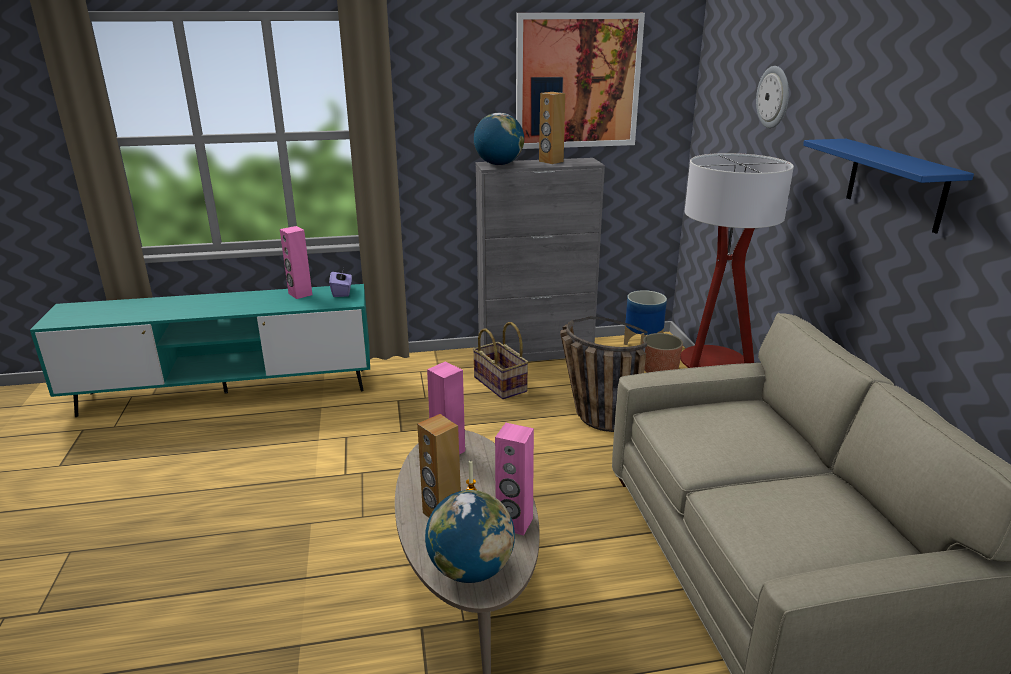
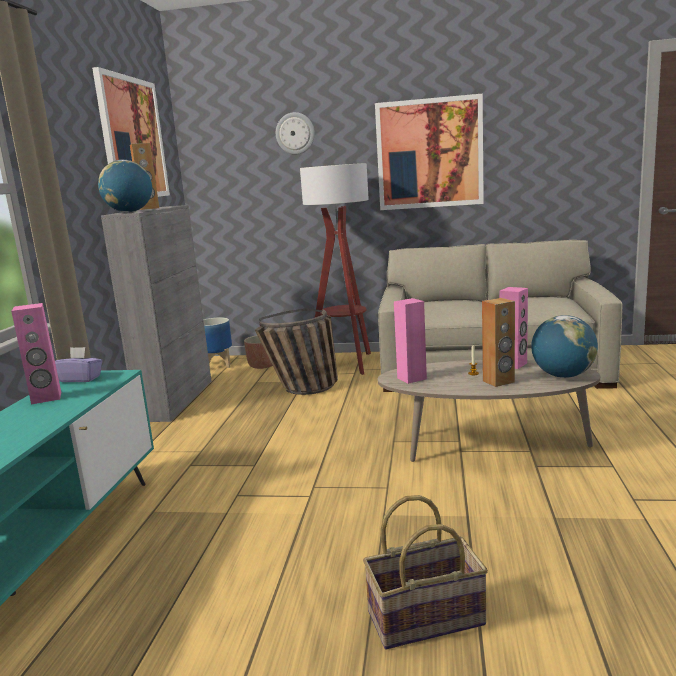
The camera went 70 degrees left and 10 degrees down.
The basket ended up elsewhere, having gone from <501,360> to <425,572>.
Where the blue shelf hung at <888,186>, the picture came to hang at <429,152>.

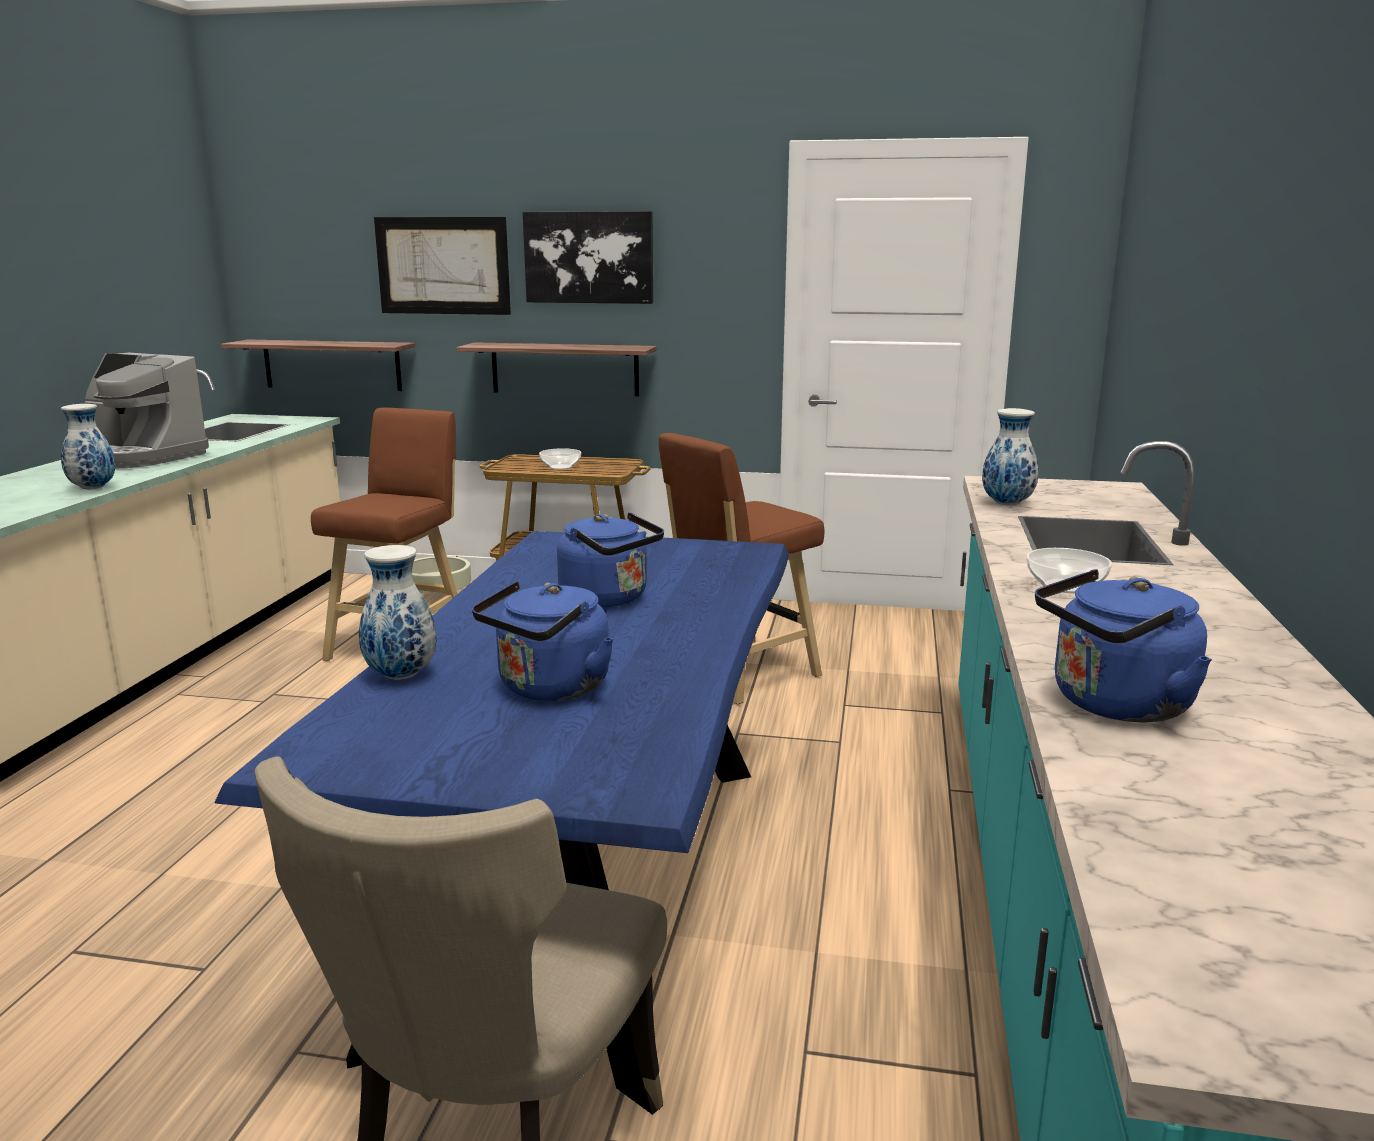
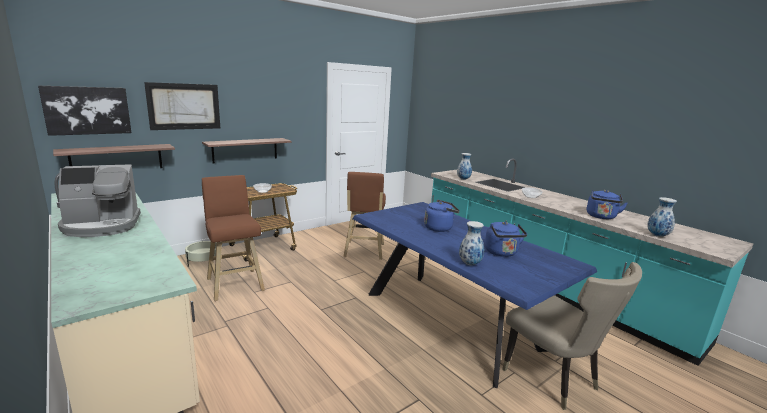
The camera went 50 degrees left and 0 degrees up.
The picture ended up elsewhere, having gone from <588,257> to <85,111>.
The vase ended up elsewhere, having gone from <88,446> to <662,217>.

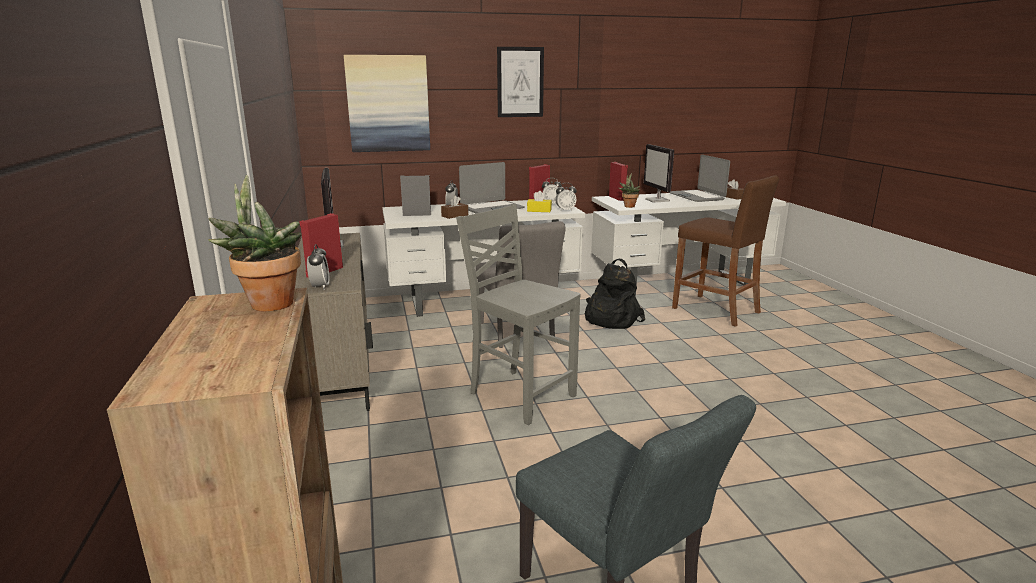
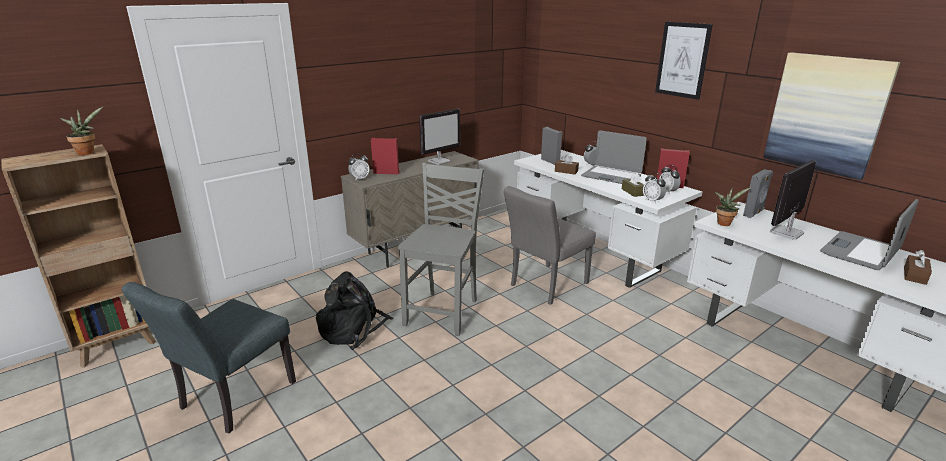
The camera went 65 degrees right and 5 degrees up.
The black backpack ended up elsewhere, having gone from <615,294> to <354,310>.
What was the yellow tissue box at <539,201> turned into the brown tissue box at <633,185>.
What was the red speaker at <618,181> turned into the grey speaker at <758,193>.
The picture ended up elsewhere, having gone from <387,103> to <831,116>.
The second view lost the brown stool at <725,251>.

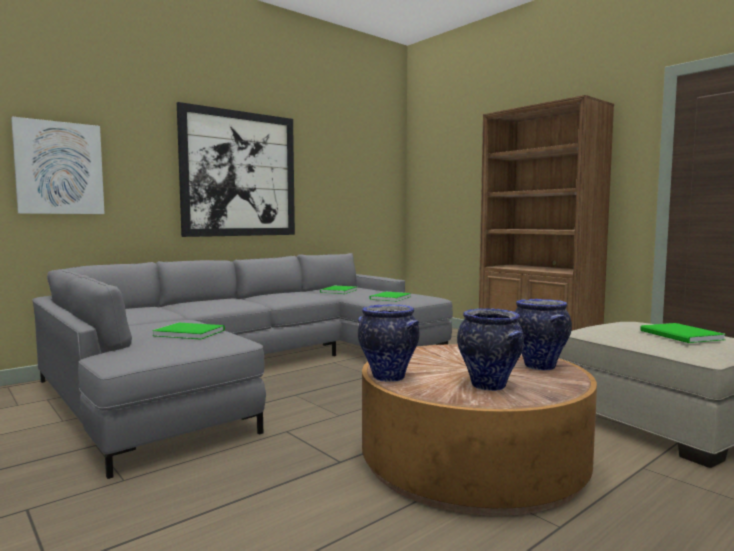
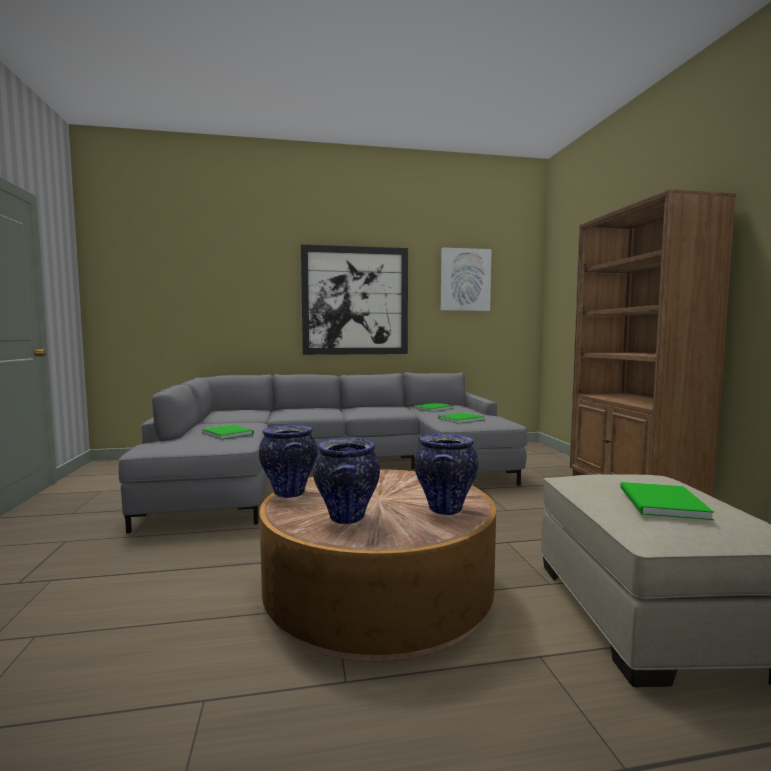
The camera went 30 degrees right and 0 degrees up.
The picture ended up elsewhere, having gone from <58,165> to <466,279>.

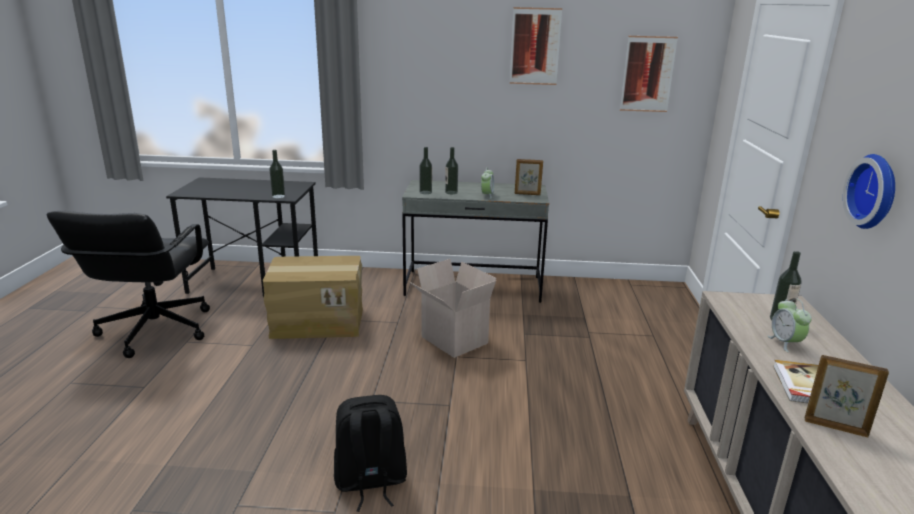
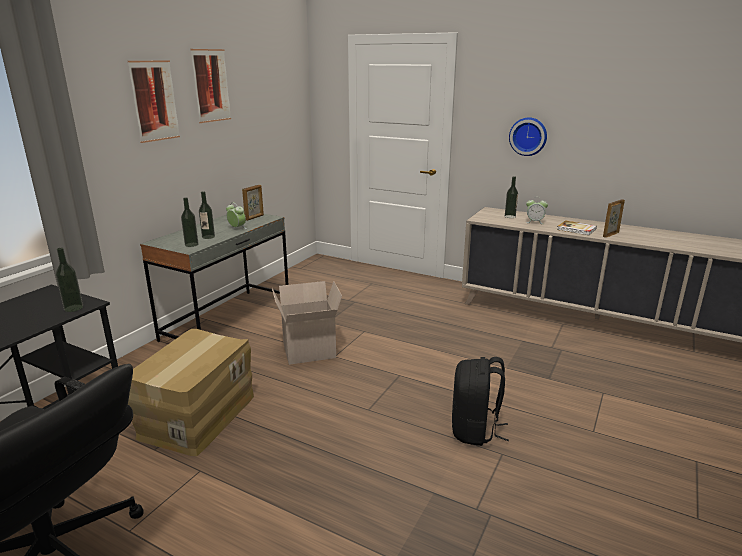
The camera went 65 degrees left and 0 degrees up.
The picture ended up elsewhere, having gone from <649,74> to <154,102>.

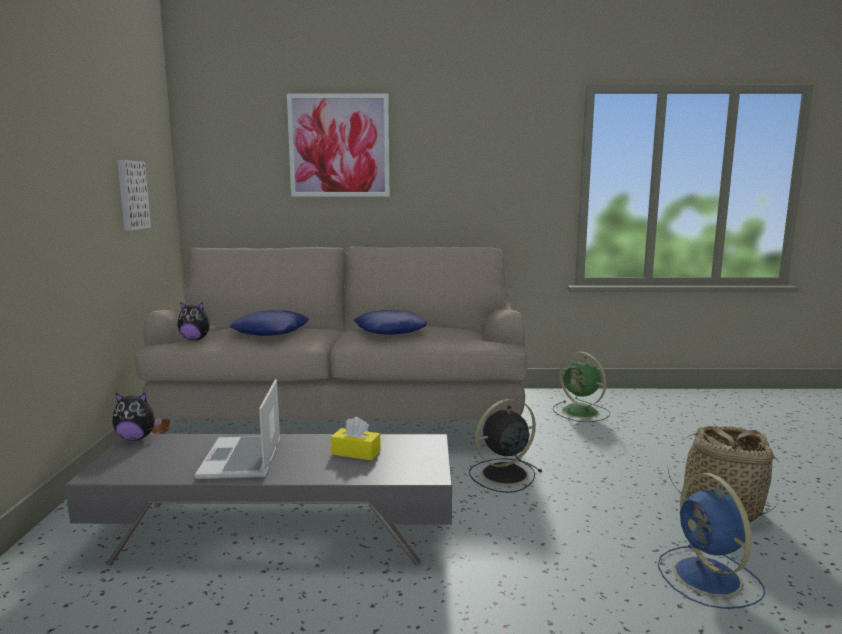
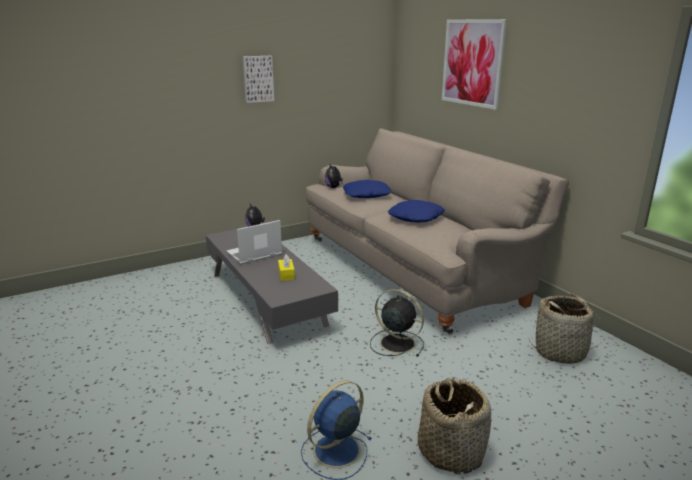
The camera went 60 degrees right and 10 degrees up.
The picture ended up elsewhere, having gone from <134,195> to <258,79>.
Where the green fan stood at <581,387>, the basket came to stand at <566,328>.

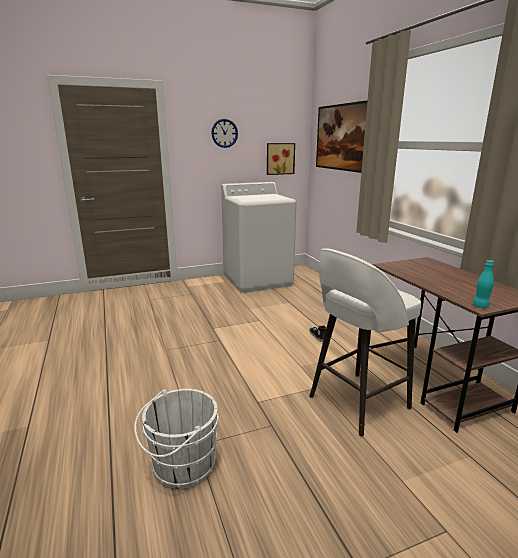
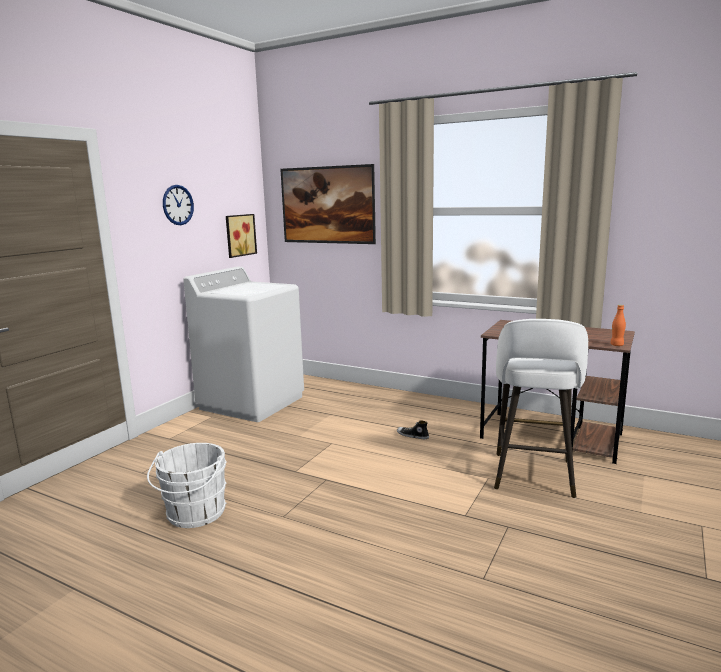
The camera went 40 degrees left and 5 degrees down.
The white bucket ended up elsewhere, having gone from <176,439> to <187,485>.
What was the turquoise bottle at <483,284> turned into the orange bottle at <618,325>.

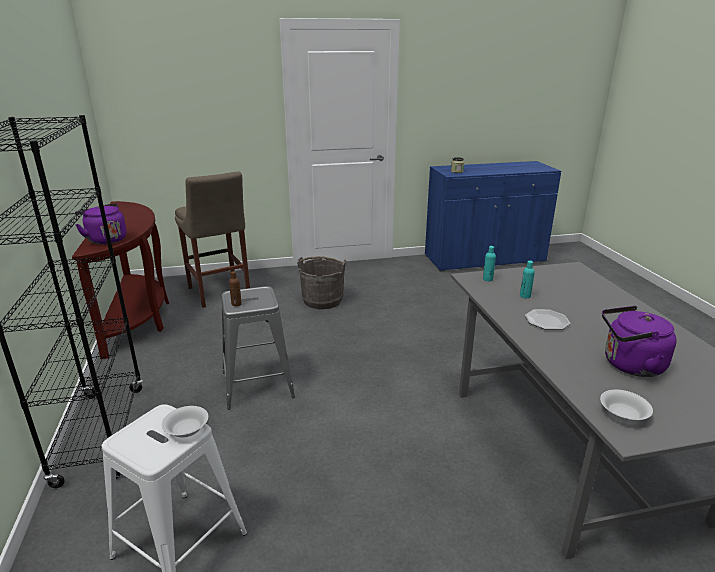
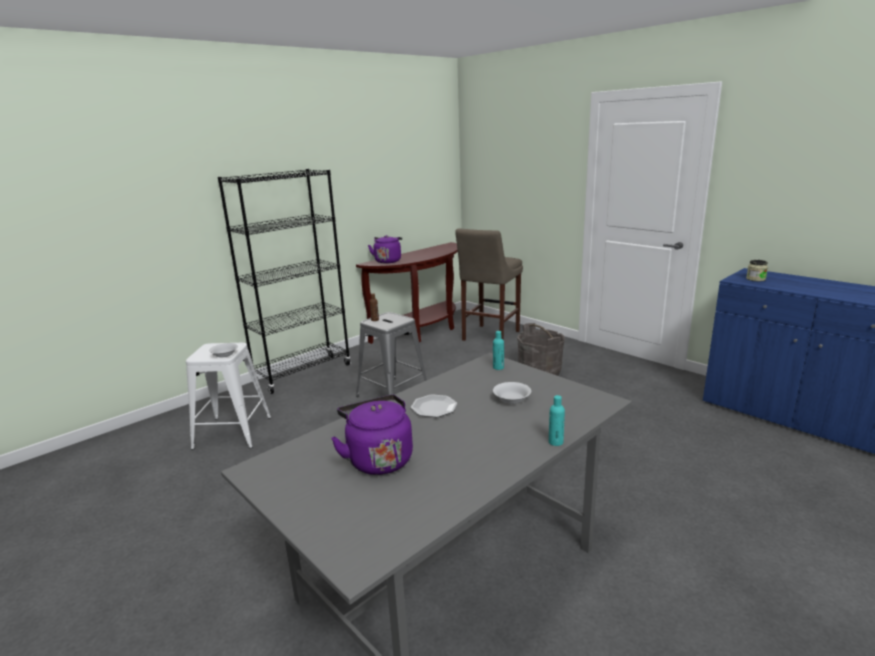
The camera went 60 degrees right and 5 degrees down.
The white bowl ended up elsewhere, having gone from <626,406> to <512,393>.
The turquoise bottle ended up elsewhere, having gone from <527,279> to <557,420>.

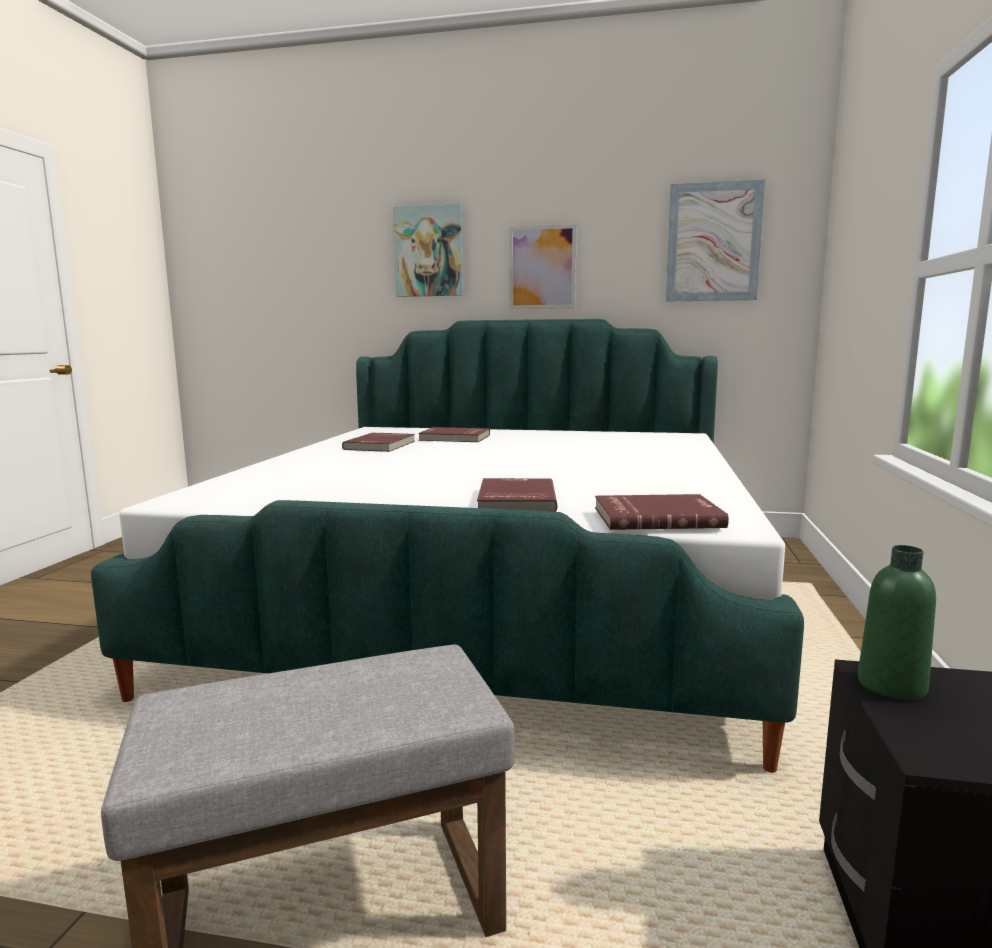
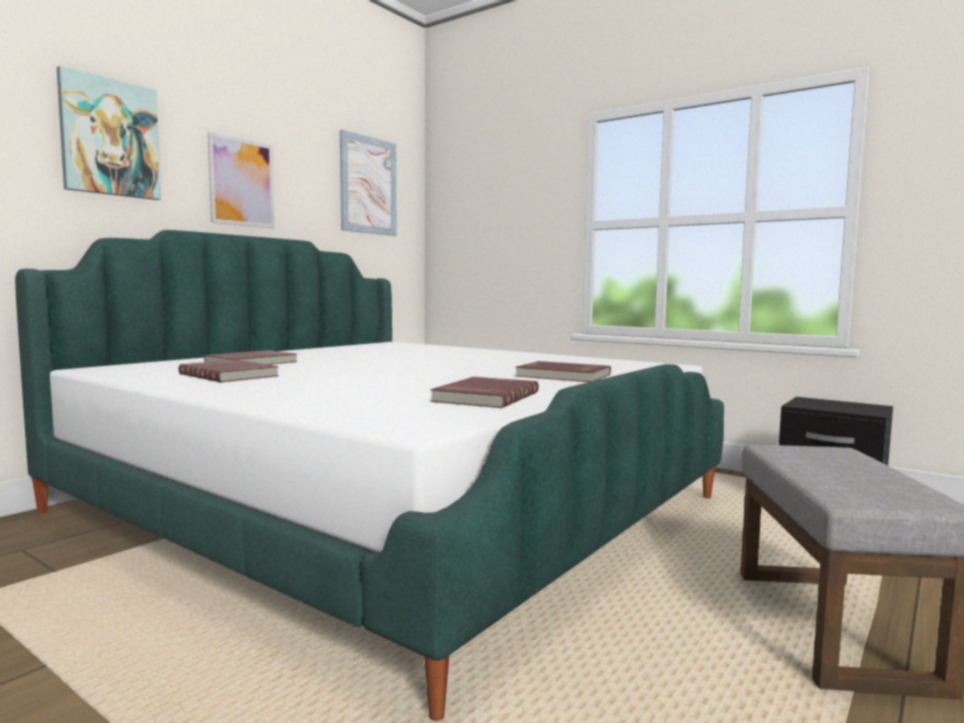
The camera went 65 degrees left and 5 degrees down.
The red book ended up elsewhere, having gone from <662,512> to <484,392>.
The second view lost the green bottle at <897,622>.

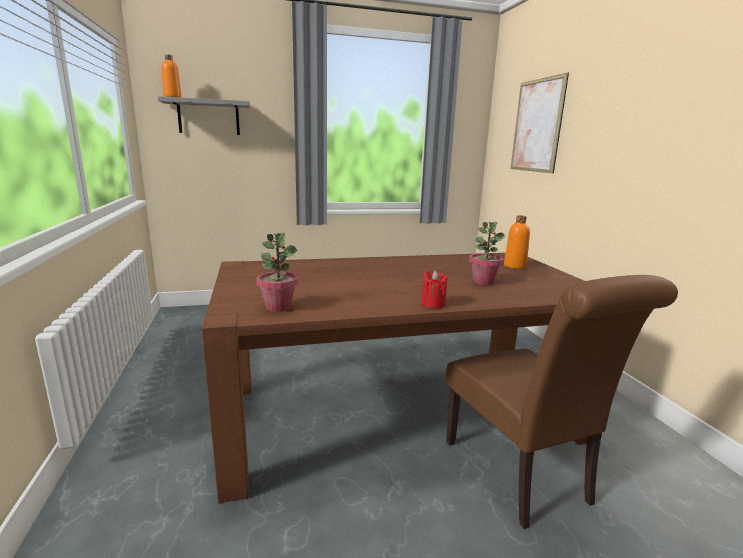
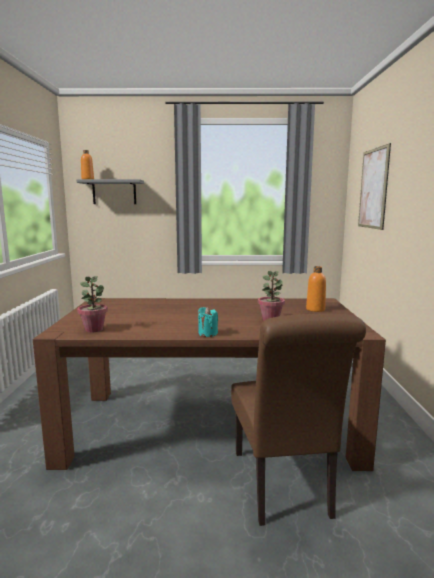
The camera went 15 degrees right and 5 degrees down.
What was the red candle at <434,289> turned into the turquoise candle at <208,322>.

